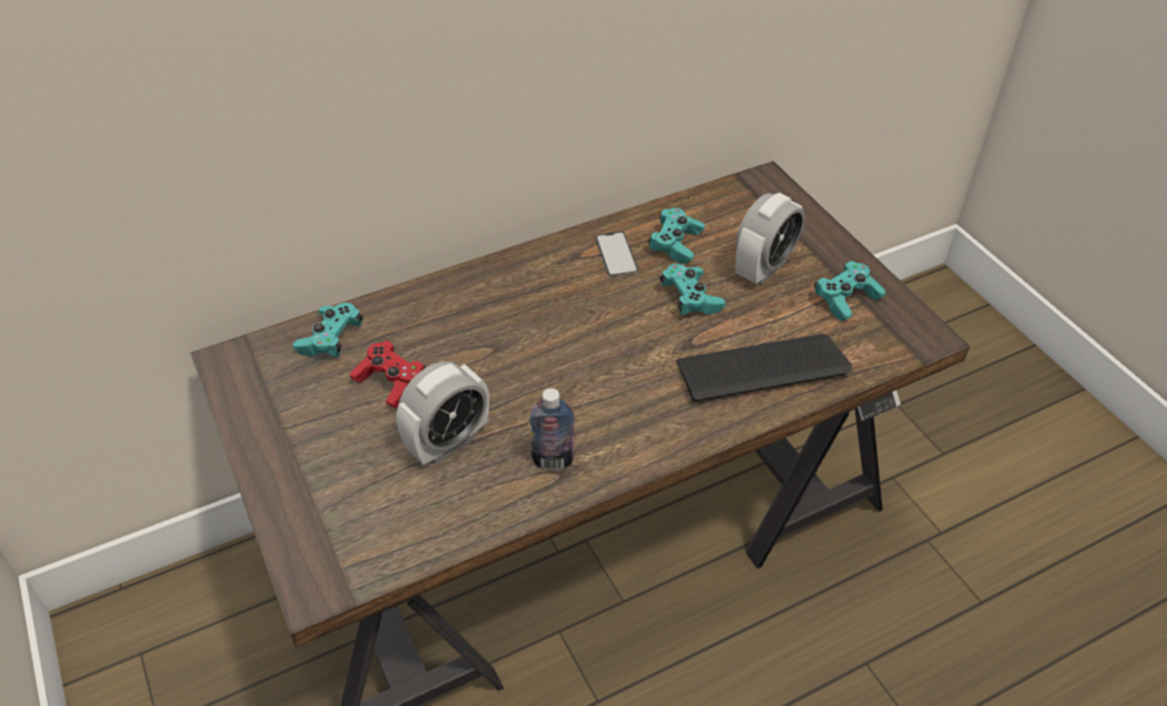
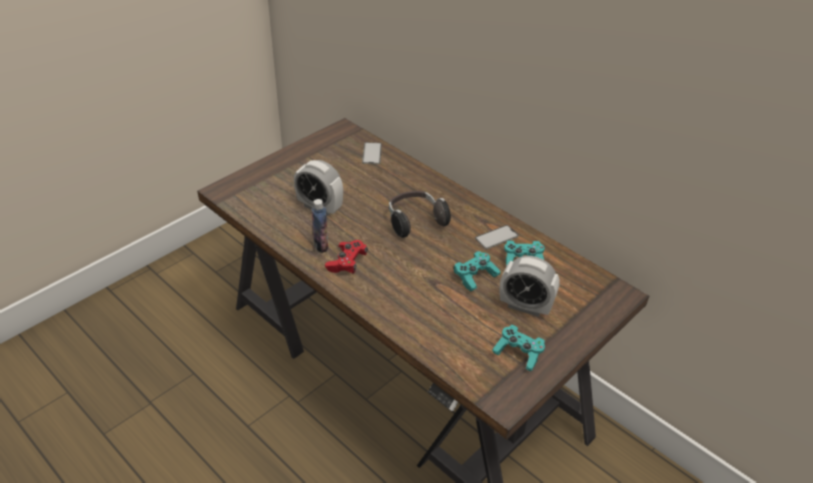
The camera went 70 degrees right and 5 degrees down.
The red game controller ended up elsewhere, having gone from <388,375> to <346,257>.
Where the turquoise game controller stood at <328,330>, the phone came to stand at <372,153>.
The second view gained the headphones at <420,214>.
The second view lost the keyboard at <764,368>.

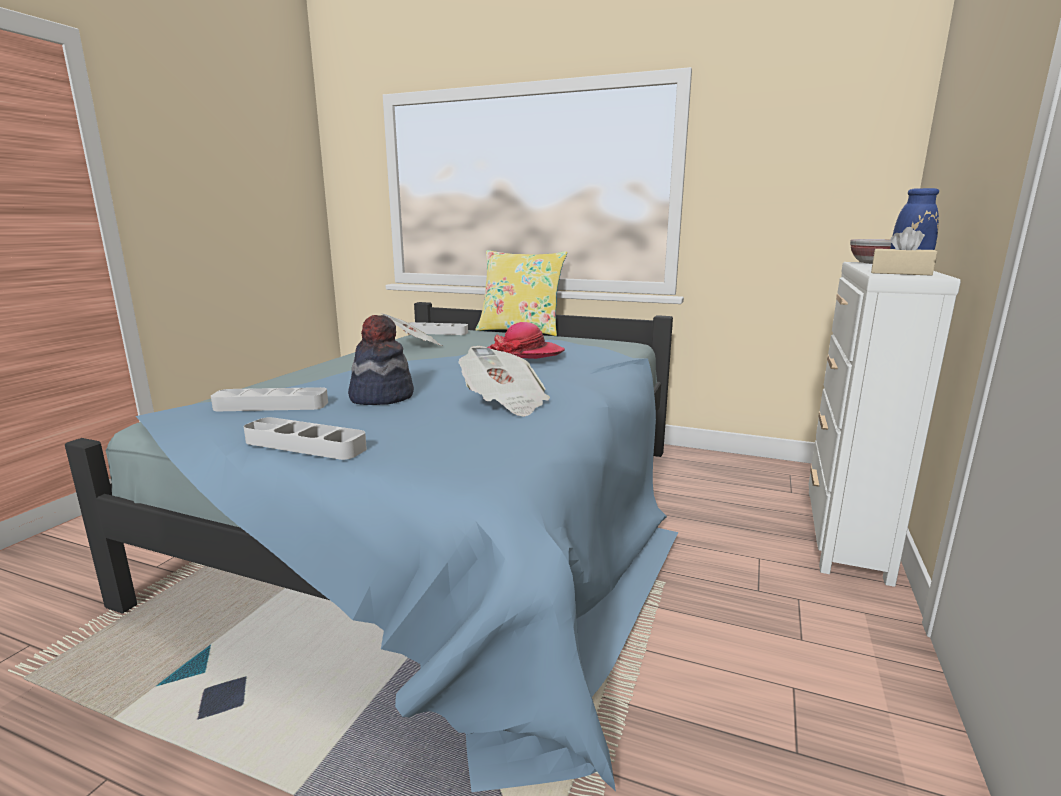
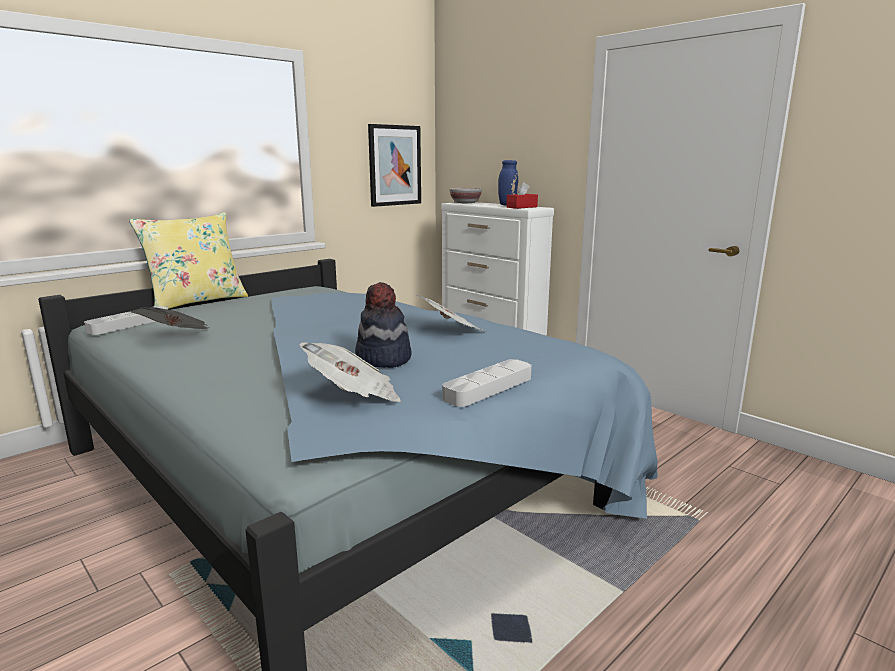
The camera went 65 degrees left and 0 degrees up.
Where the grey tray stood at <269,399>, the newspaper came to stand at <350,372>.
The second view gained the picture at <394,165>.
What was the beige tissue box at <904,251> turned into the red tissue box at <522,195>.
The second view lost the hat at <526,340>.

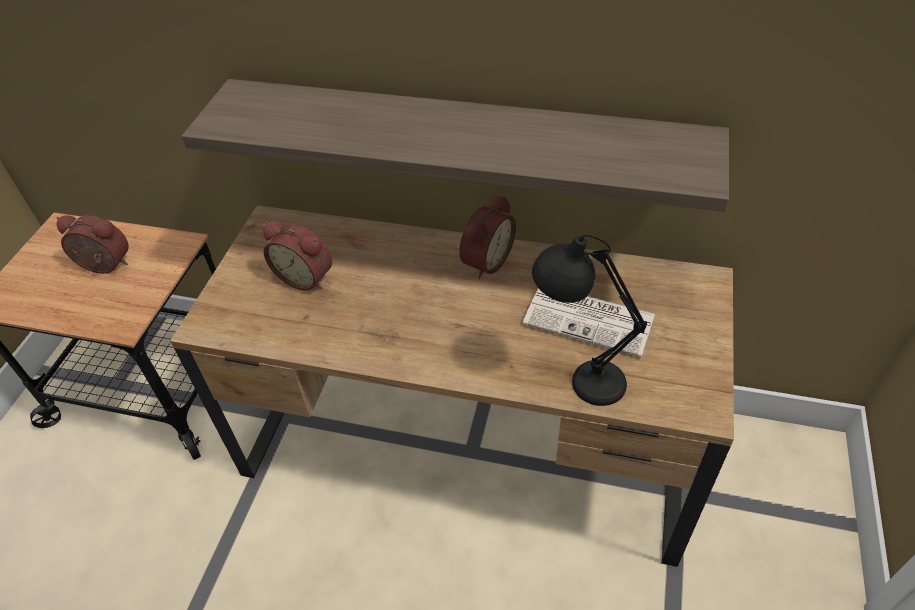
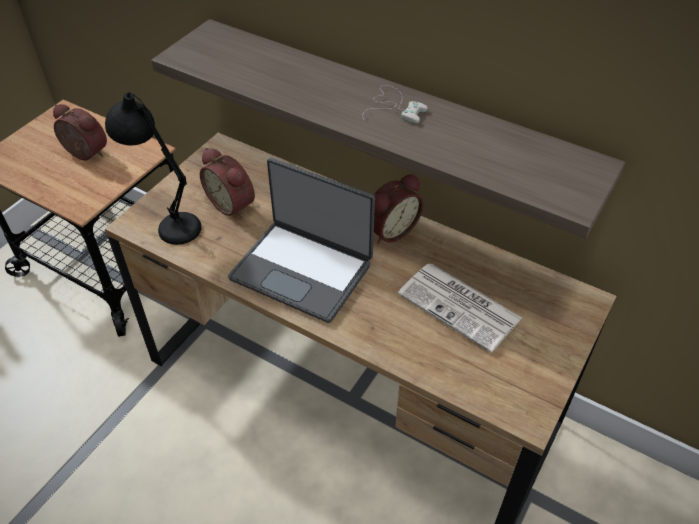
The camera went 15 degrees right and 0 degrees up.
The black table lamp ended up elsewhere, having gone from <589,320> to <153,168>.
The second view gained the laptop at <301,240>.
The second view gained the white game controller at <395,104>.

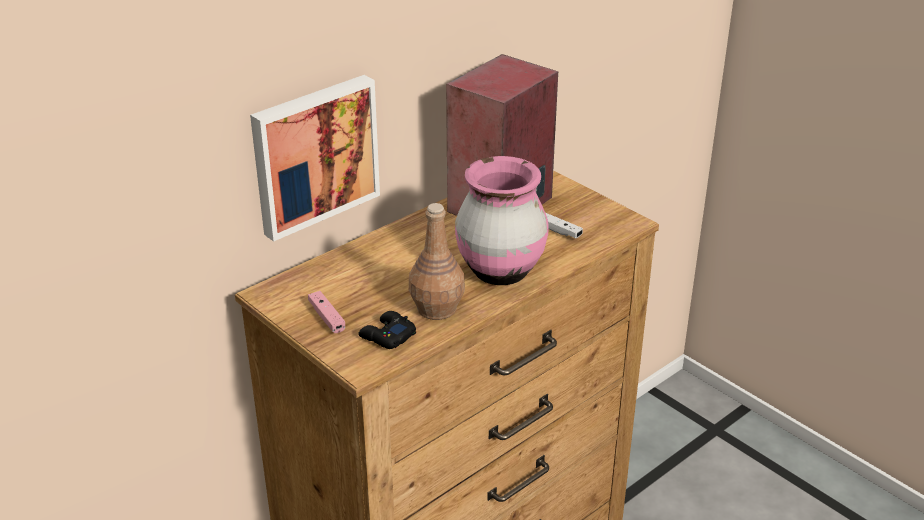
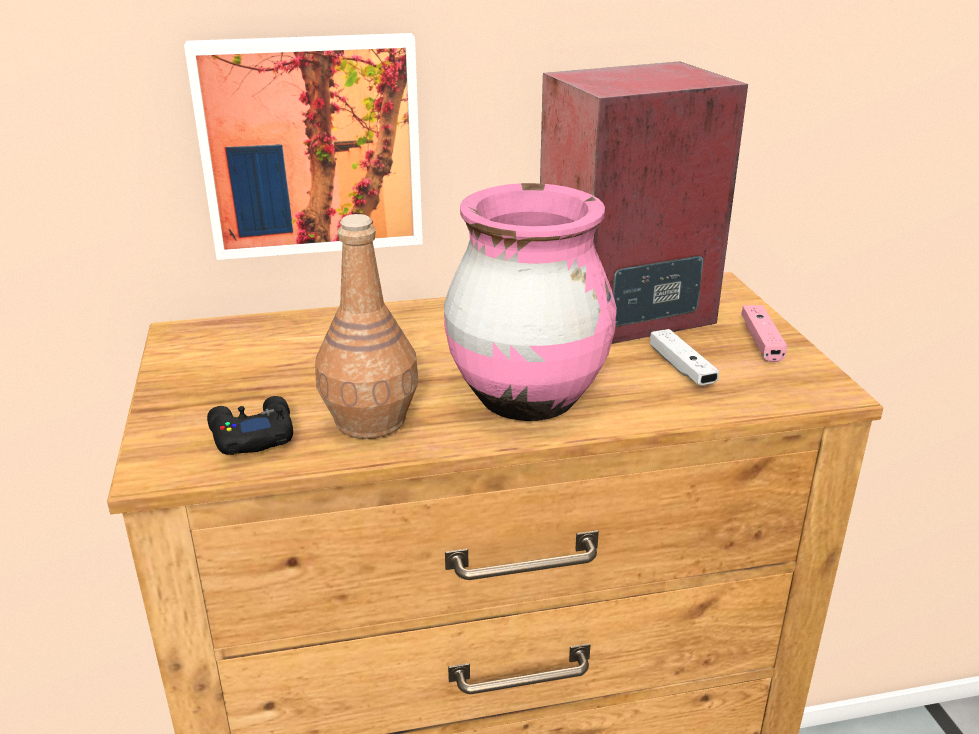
The camera went 30 degrees right and 5 degrees down.
The pink game controller ended up elsewhere, having gone from <326,312> to <764,333>.

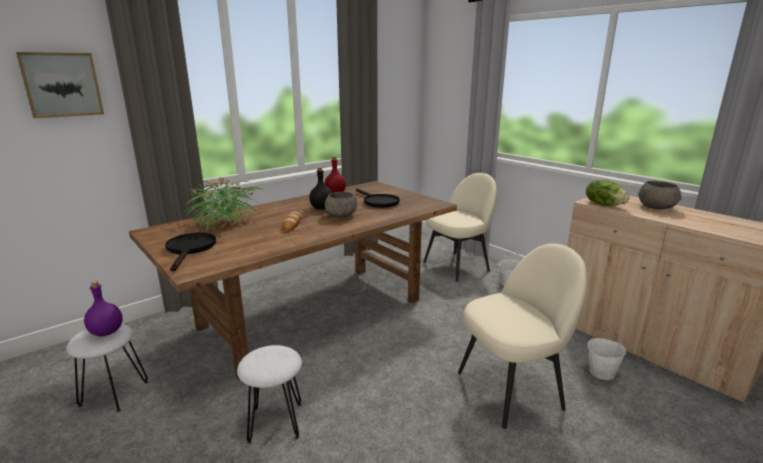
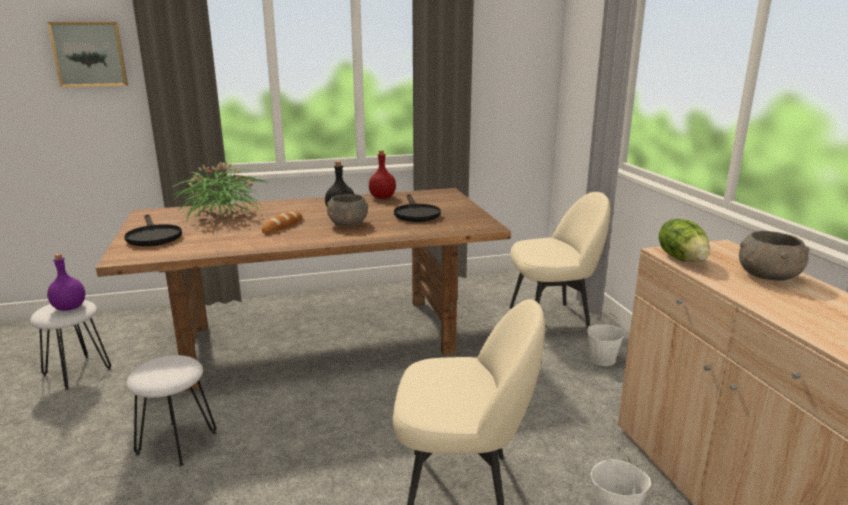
The camera went 25 degrees right and 0 degrees up.
The black frying pan at <190,252> ended up facing another way, 135 degrees clockwise from before.

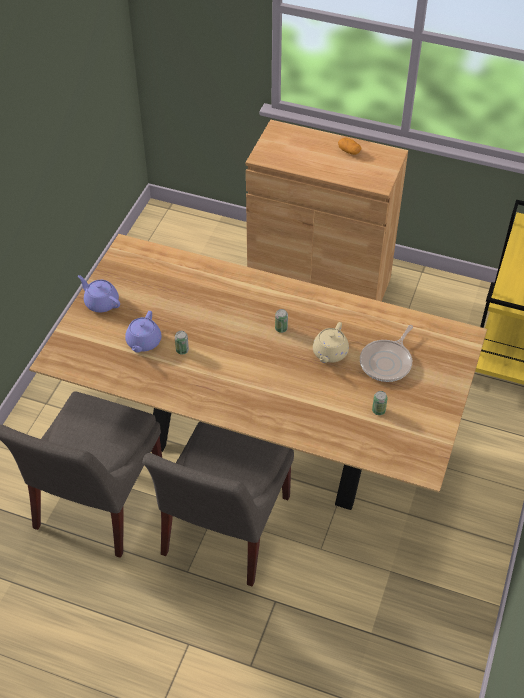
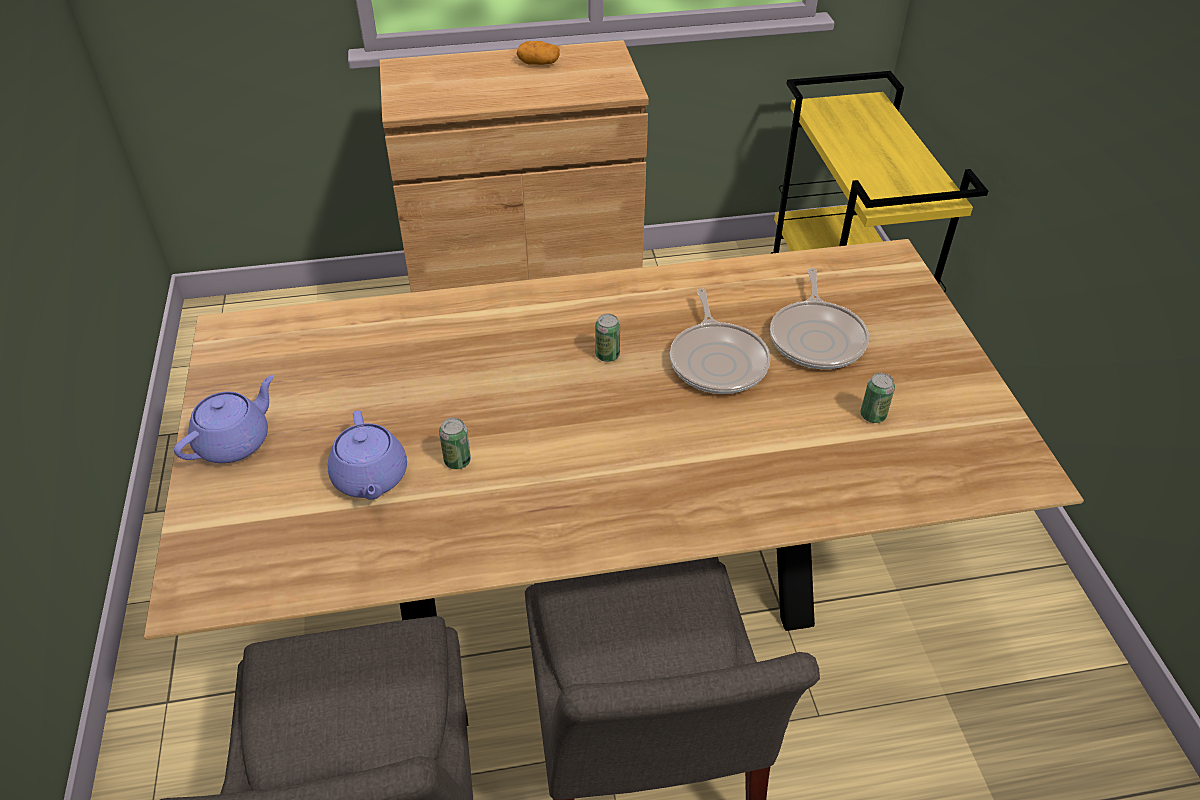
The camera went 30 degrees left and 5 degrees down.
The purple teapot at <99,294> ended up facing another way, 120 degrees clockwise from before.
Where the beige teapot stood at <331,342>, the frying pan came to stand at <720,341>.

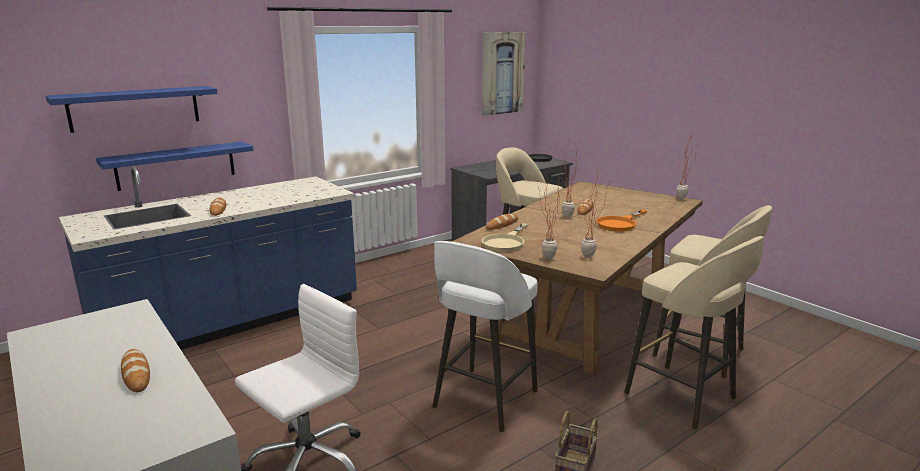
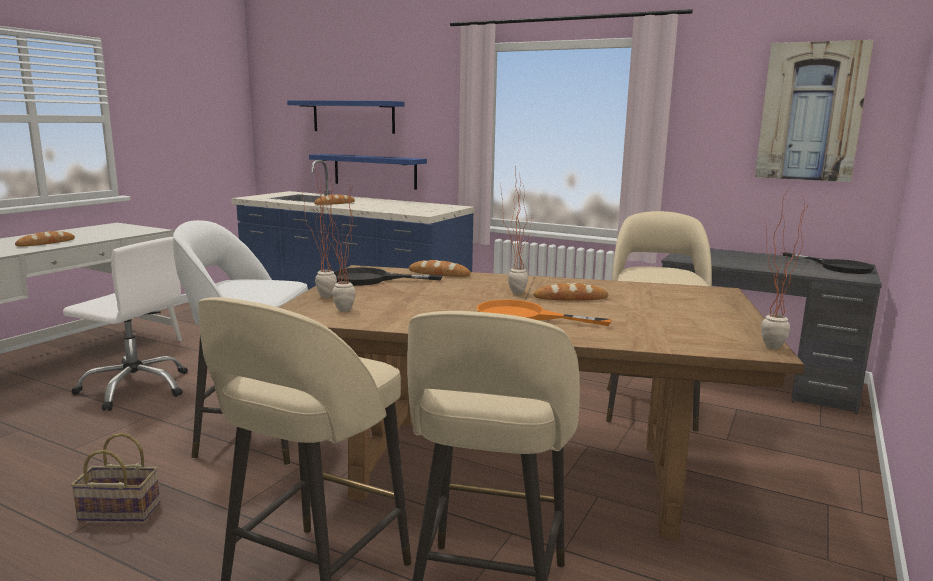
The camera went 65 degrees right and 5 degrees down.
What was the beige frying pan at <505,237> turned into the black frying pan at <388,276>.

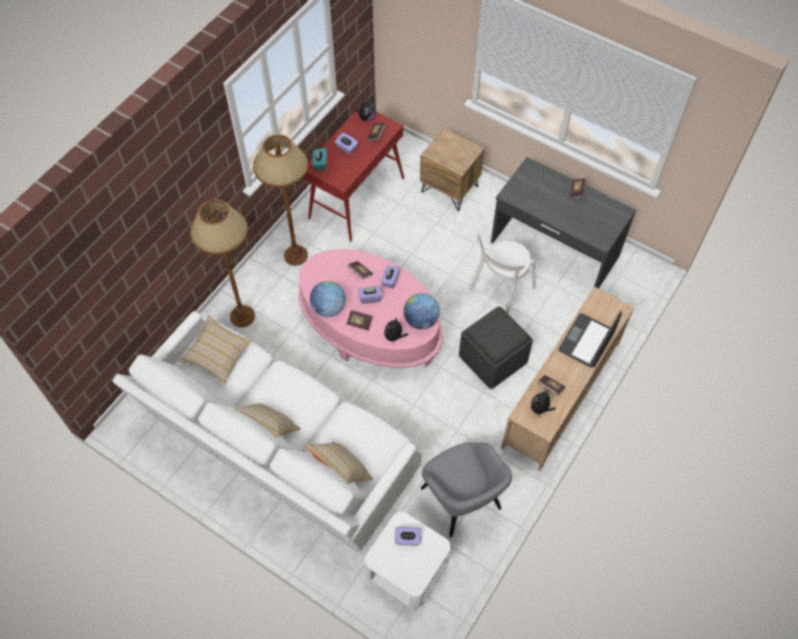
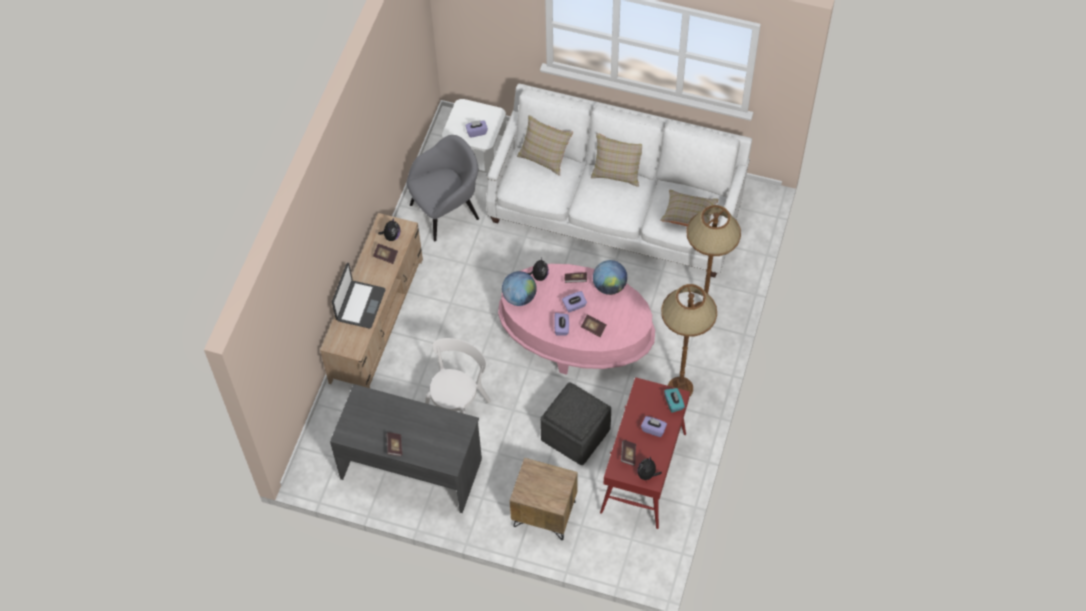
The camera went 165 degrees right and 0 degrees up.
The grey armchair at <466,489> ended up facing another way, 105 degrees clockwise from before.
The grey ottoman ended up elsewhere, having gone from <496,348> to <575,423>.

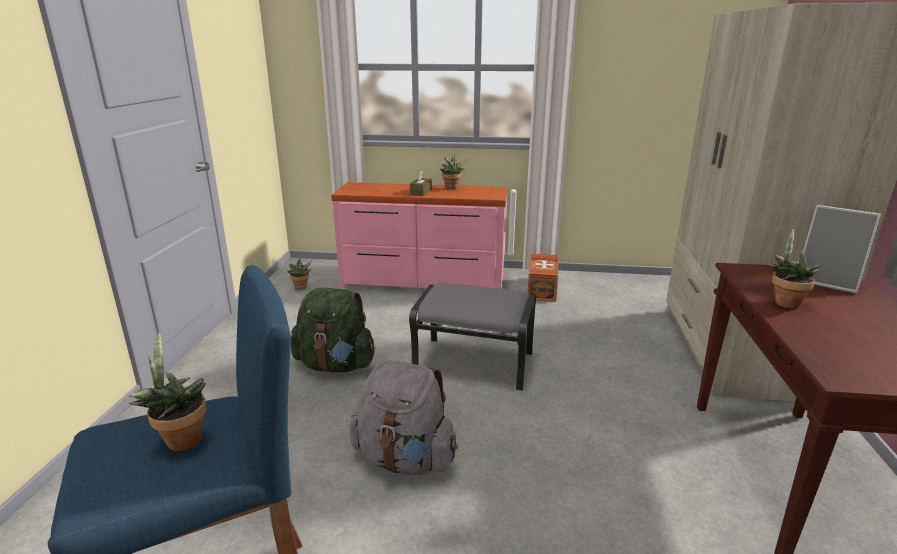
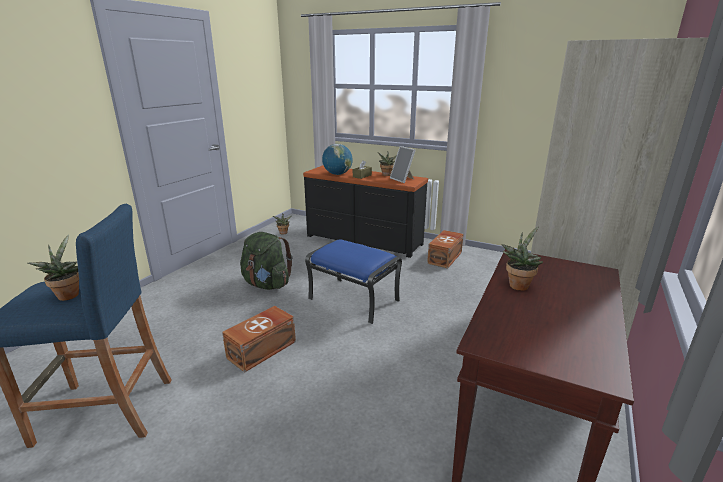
The camera went 20 degrees right and 0 degrees up.
Where the grey backpack stood at <404,417>, the brown storage box came to stand at <259,339>.
What was the pink dresser at <419,235> turned into the black dresser at <365,211>.
What was the grey ottoman at <472,337> turned into the blue ottoman at <353,281>.
The second view gained the globe at <337,159>.
The picture frame ended up elsewhere, having gone from <842,249> to <402,164>.

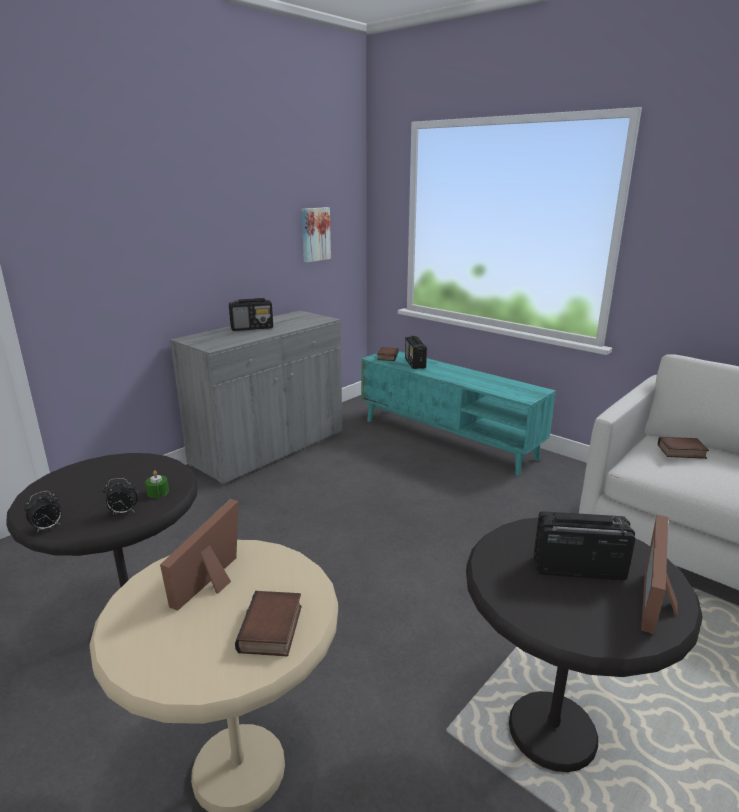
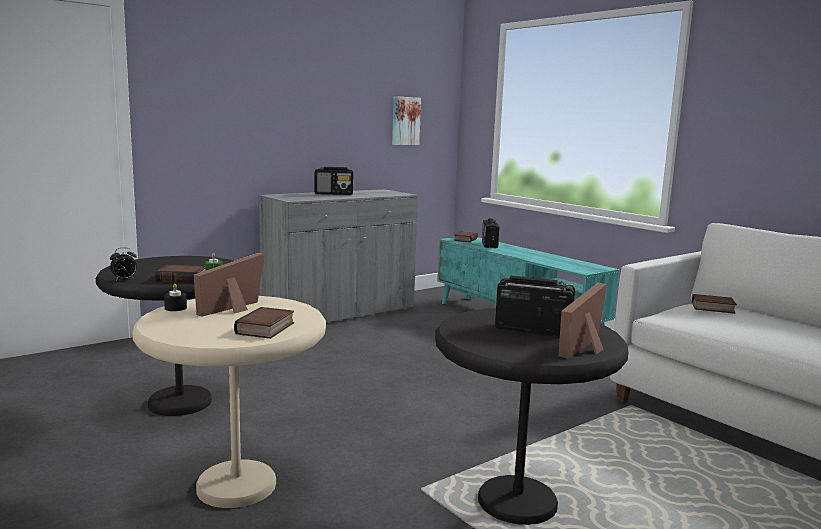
The camera went 10 degrees right and 10 degrees down.
Where the alarm clock stood at <120,496>, the book came to stand at <181,274>.
The second view gained the black candle at <175,297>.

